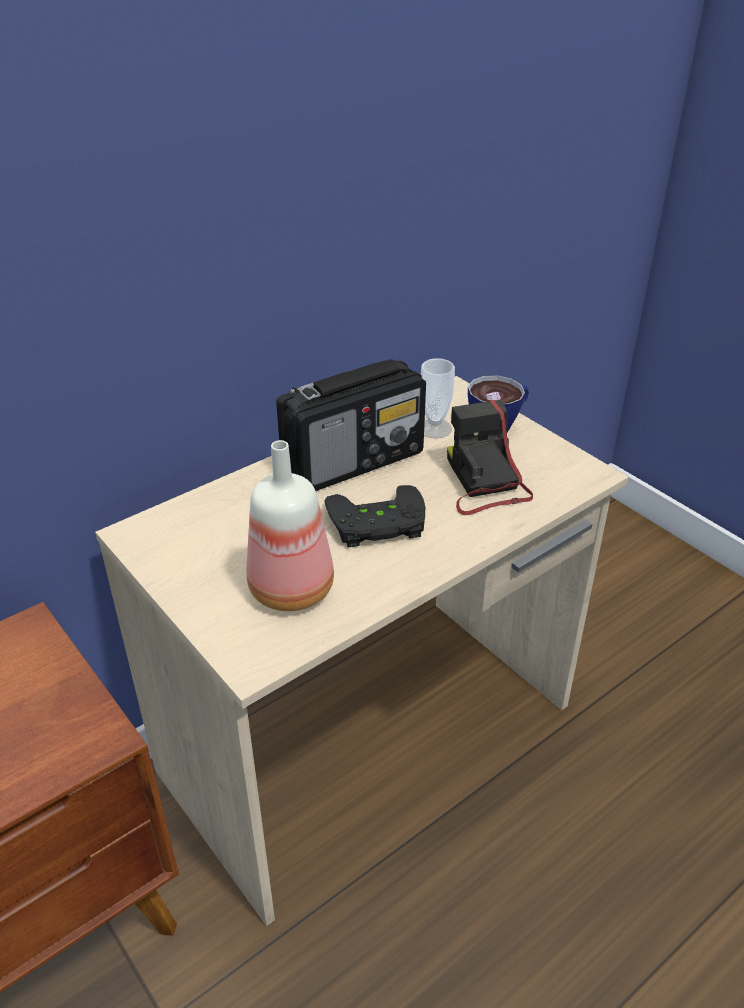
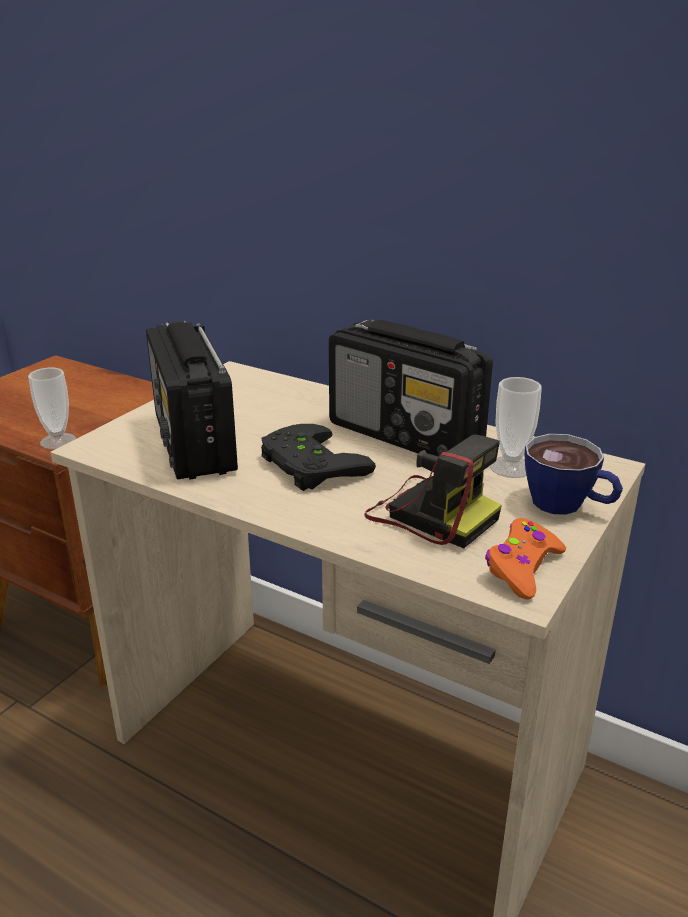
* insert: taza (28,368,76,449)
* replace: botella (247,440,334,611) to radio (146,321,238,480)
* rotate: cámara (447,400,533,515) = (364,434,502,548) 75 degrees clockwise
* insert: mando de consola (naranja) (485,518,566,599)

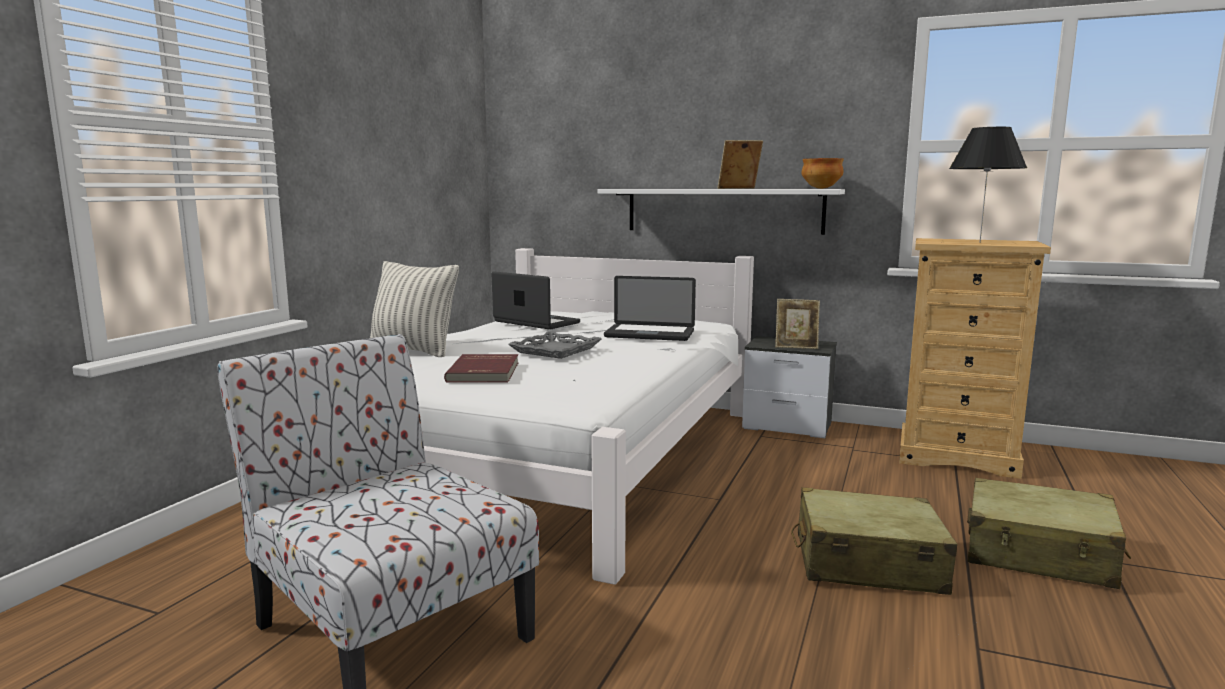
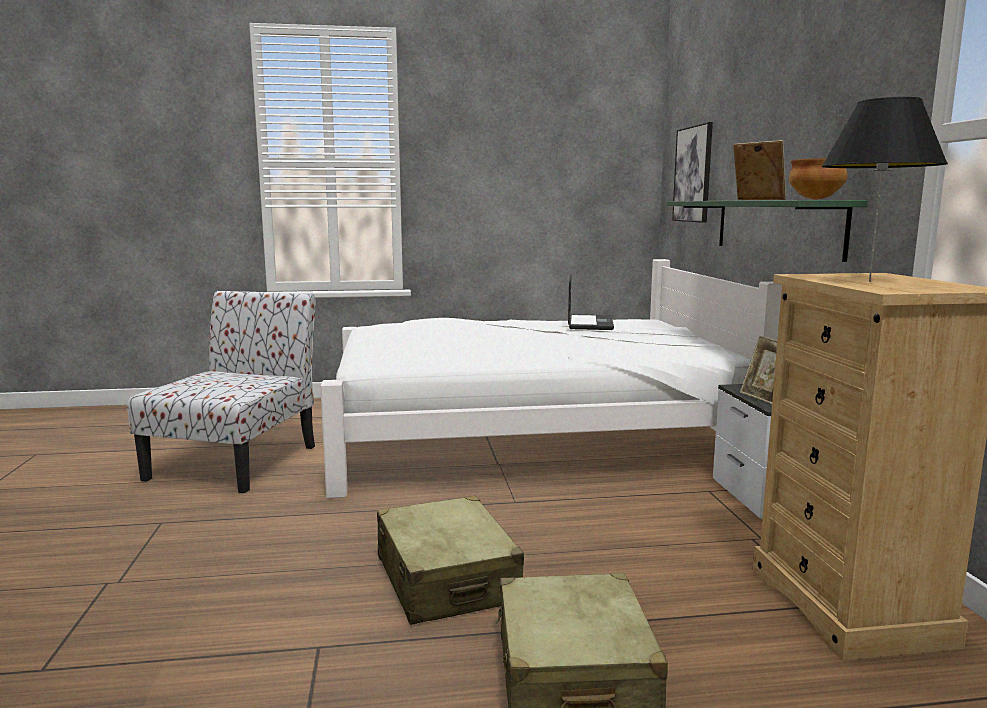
* recolor: estante (blanco) (597,189,845,235) to estante (verde) (667,200,868,262)
* insert: cuadro (672,122,713,223)
* delete: cojín (370,261,459,357)
* delete: libro (rojo) (444,354,518,383)
* delete: bandeja (gris) (508,331,602,359)
* delete: portátil (604,276,696,341)

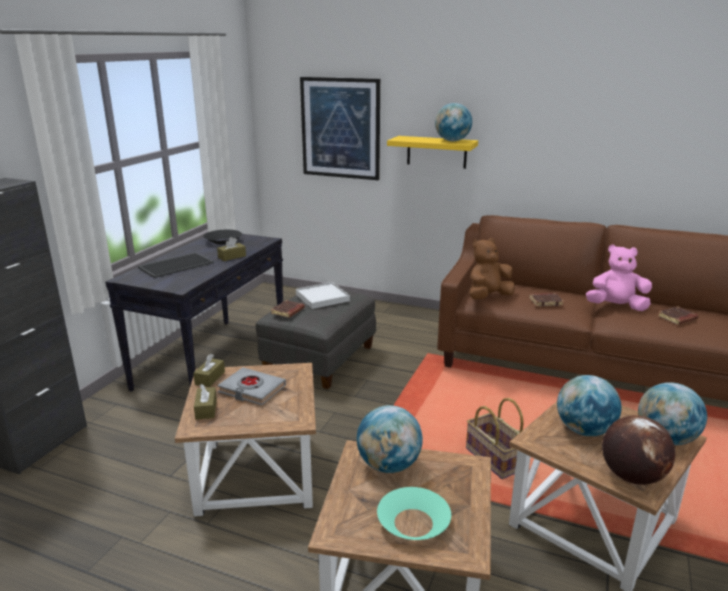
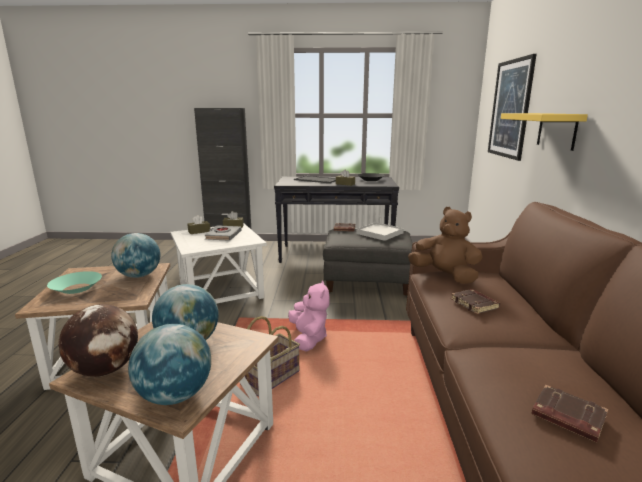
* recolor: mesa auxiliar (marrón) (175,363,316,517) to mesa auxiliar (blanco) (170,224,267,303)
* move: peluche (rosa) (586,245,652,311) to (288,280,329,352)
* delete: globo terráqueo (435,103,472,141)

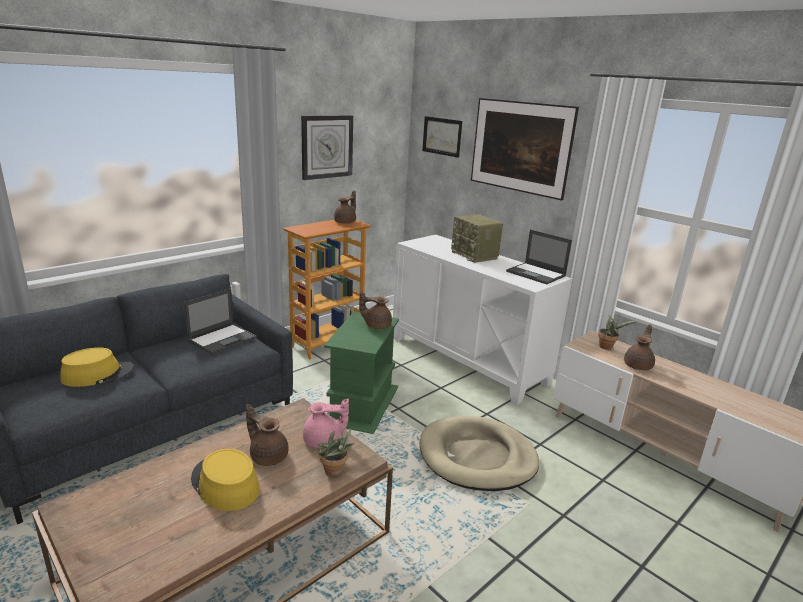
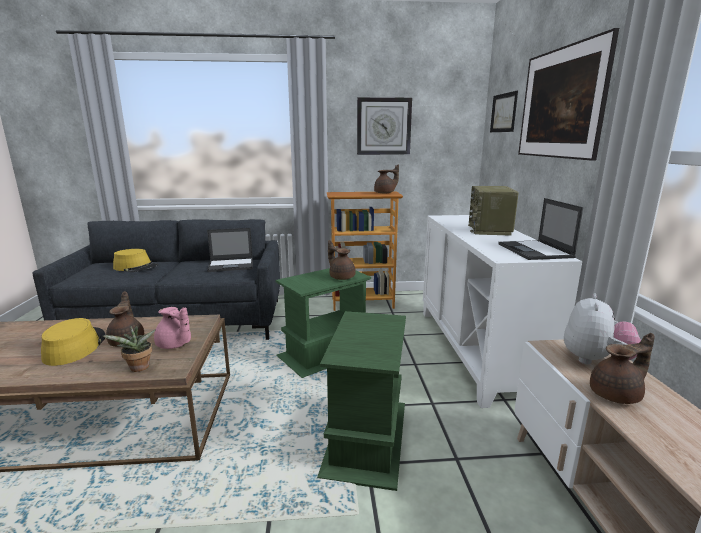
* replace: cama para perro (beis) (420,416,539,491) to mesa auxiliar (verde) (317,311,406,491)
* replace: planta en maceta (598,314,636,350) to peluche (564,294,641,364)

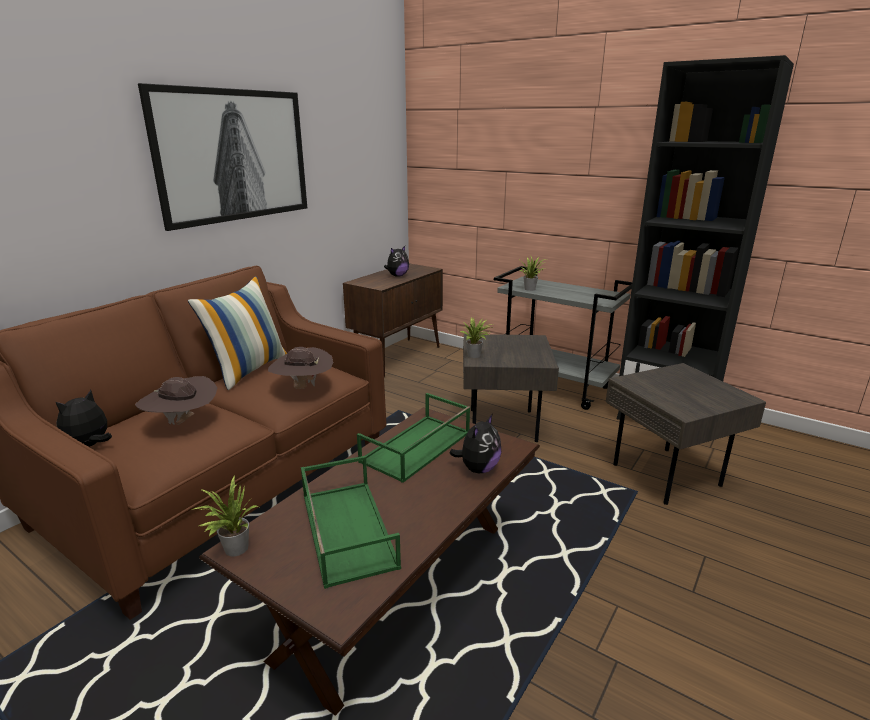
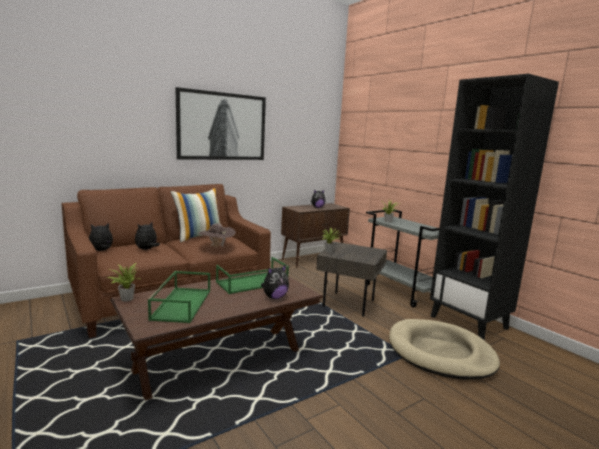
* replace: sombrero (marrón) (135,376,217,425) to peluche (135,222,160,250)
* replace: mesa auxiliar (gris) (606,363,766,505) to cama para perro (beis) (389,319,500,380)

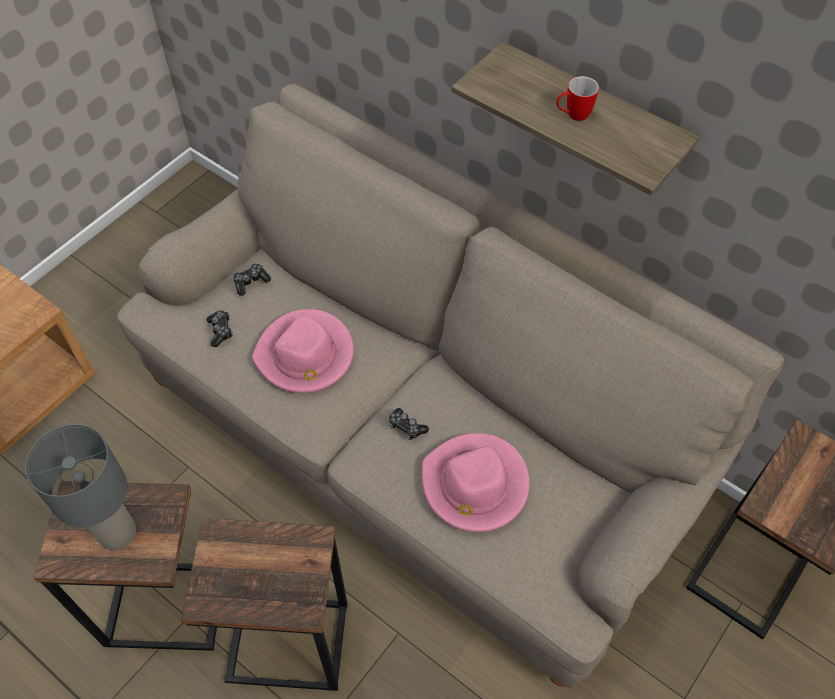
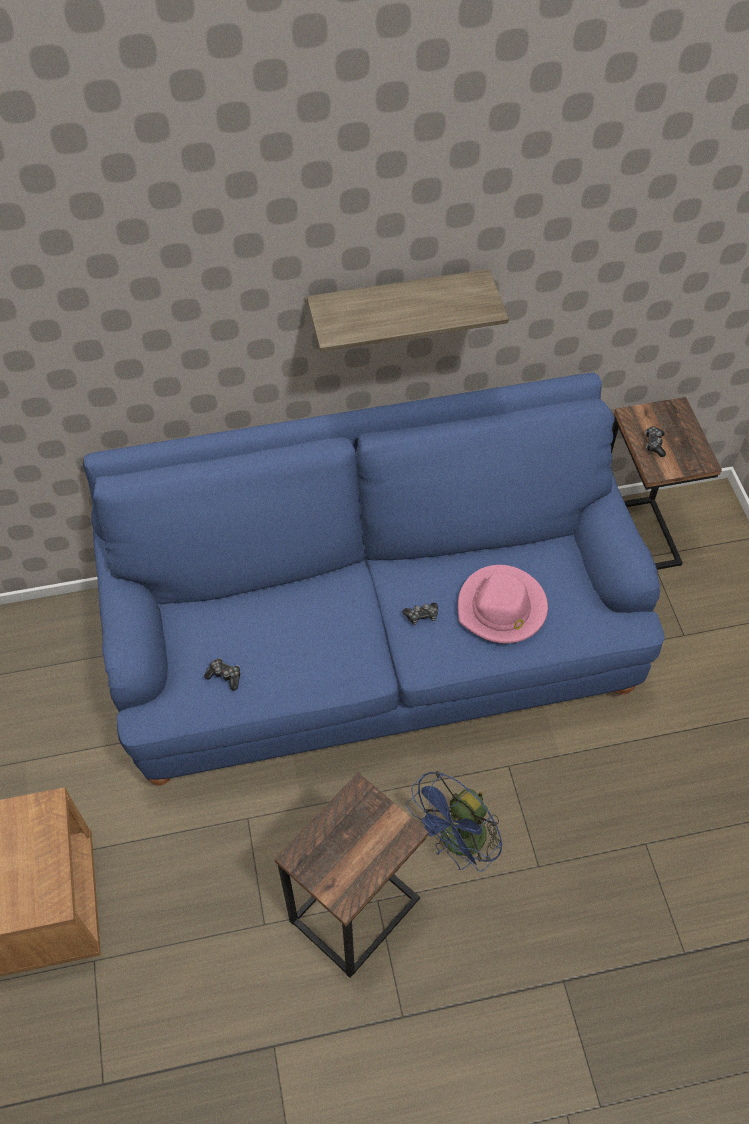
* recolor: sofá (beis) (117,83,784,689) to sofá (azul) (83,372,665,785)
* replace: mesa auxiliar (181,518,348,691) to ventilador (azul) (406,771,503,872)
* move: mando de consola (233,263,271,296) to (645,426,666,457)
* delete: lámpara de mesa (gris) (25,424,136,550)
* delete: sombrero (rosa) (252,309,354,393)
* delete: taza grande (556,76,599,121)

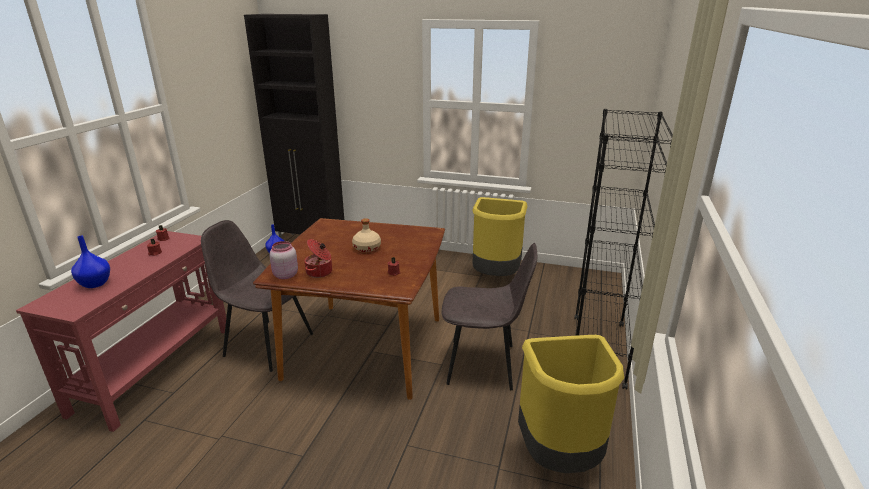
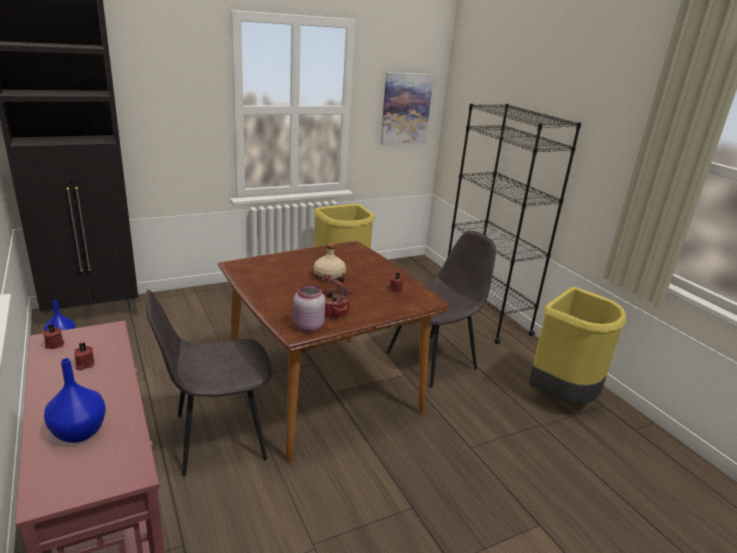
* insert: cuadro (380,73,434,145)

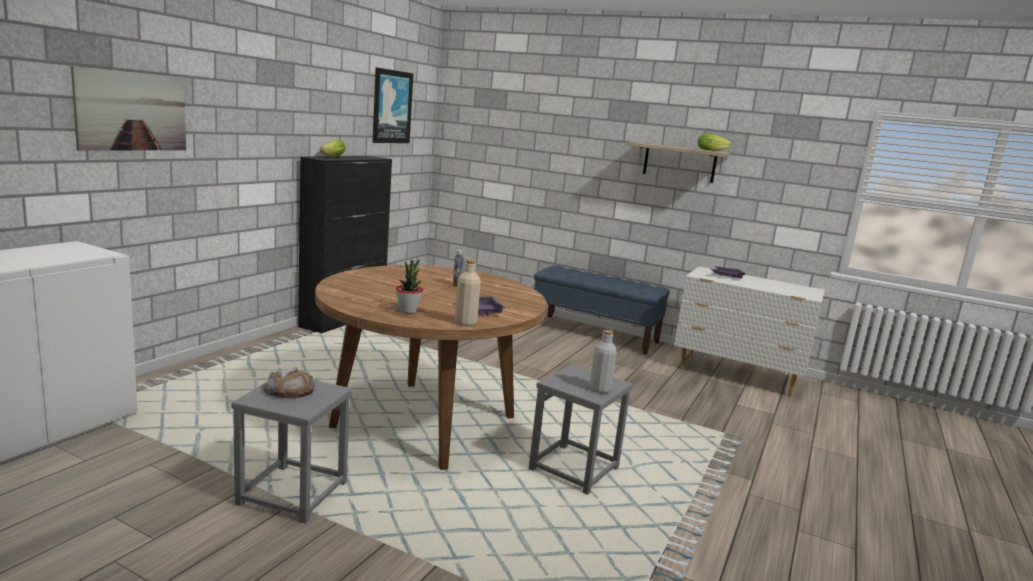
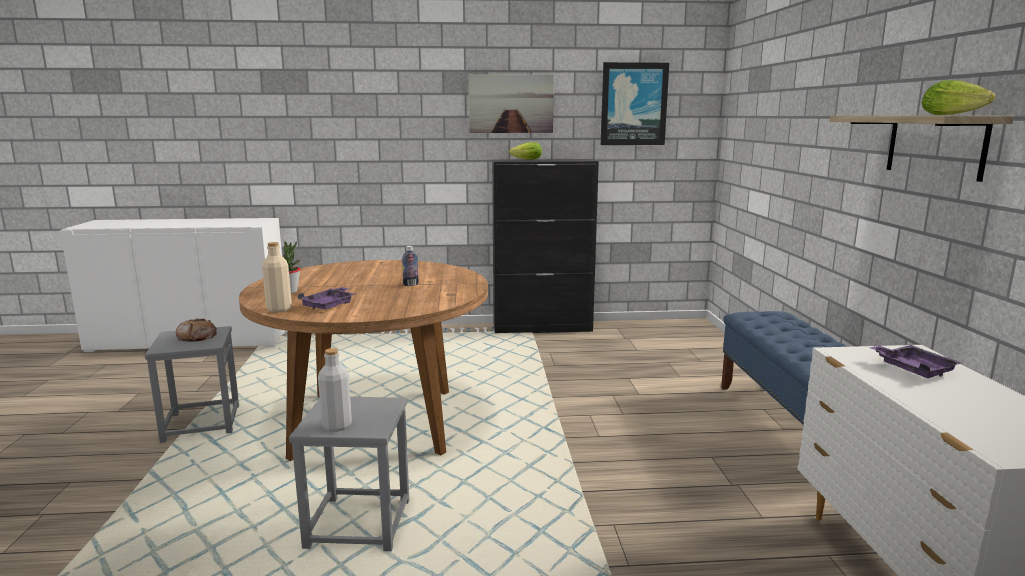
* move: cuadro (71,66,186,151) to (469,74,554,133)

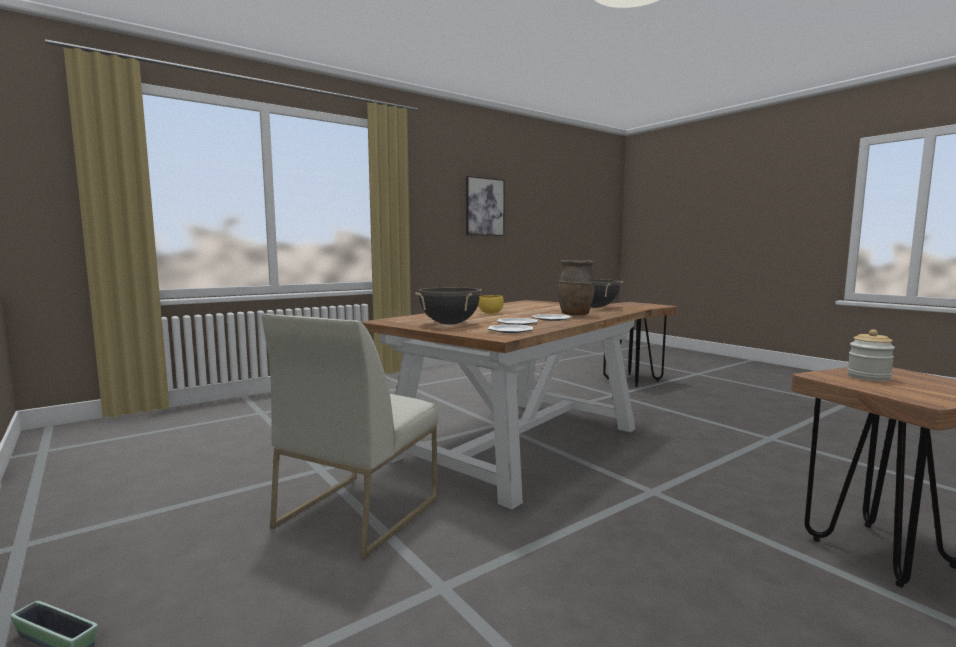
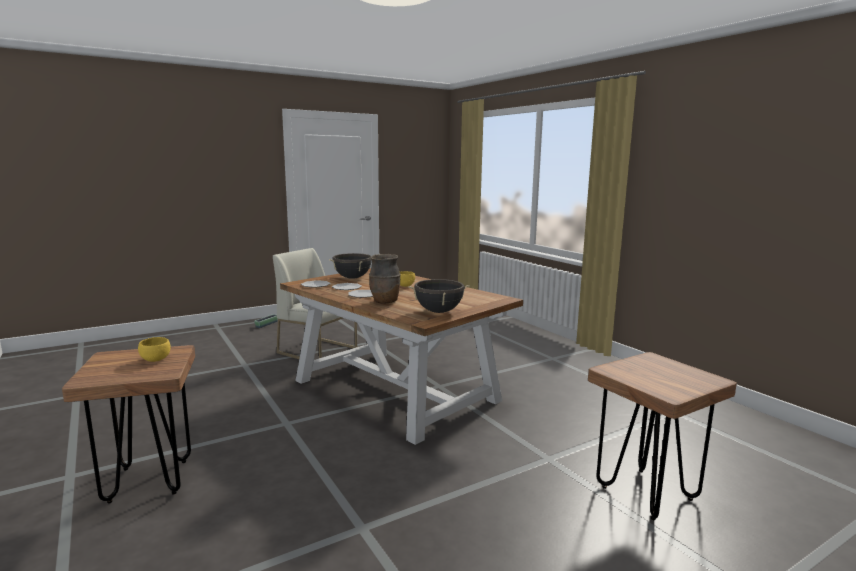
* replace: tarro (847,329,895,381) to cuenco (amarillo) (138,337,171,362)
* delete: cuadro (466,176,505,236)

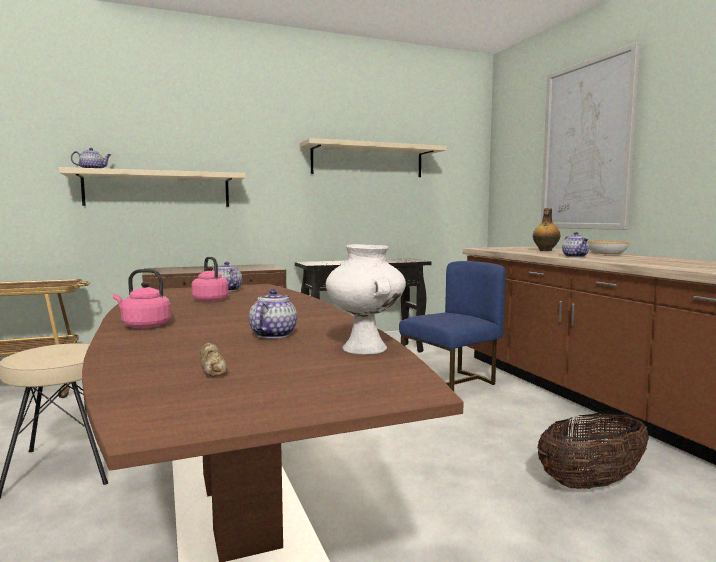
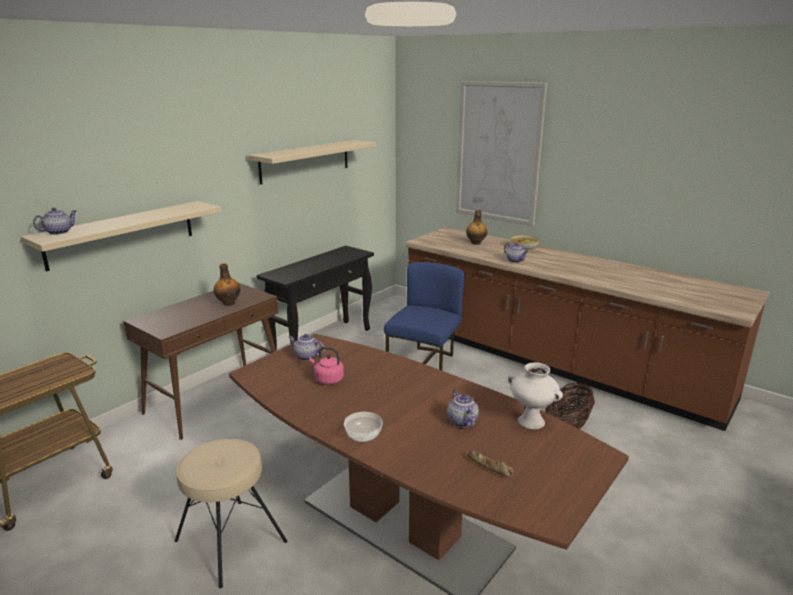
* insert: botella (213,263,240,306)
* replace: hervidor (rosa) (113,269,171,328) to cuenco (344,412,383,442)

